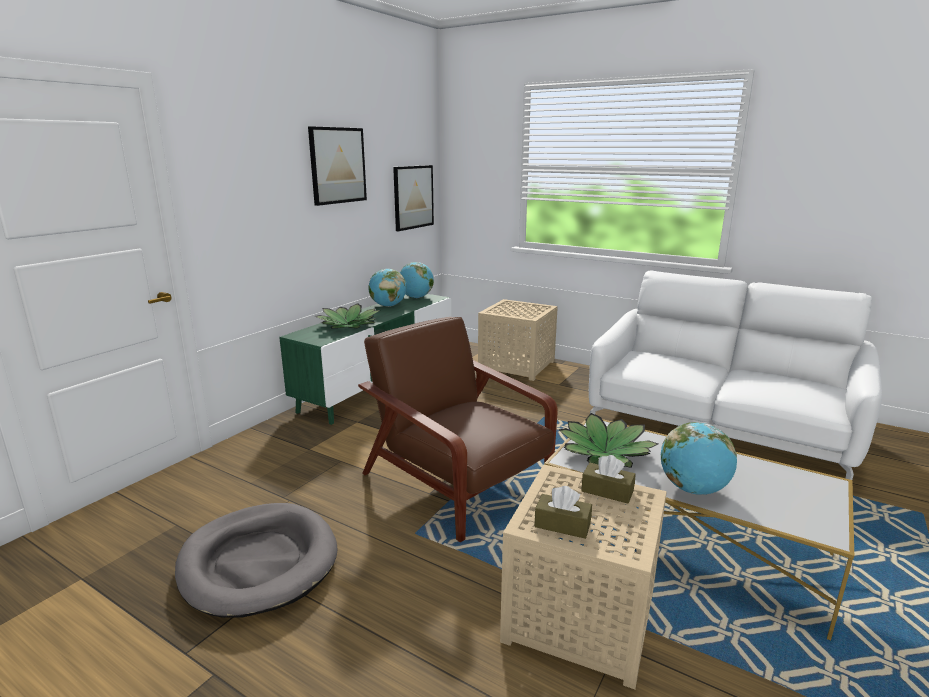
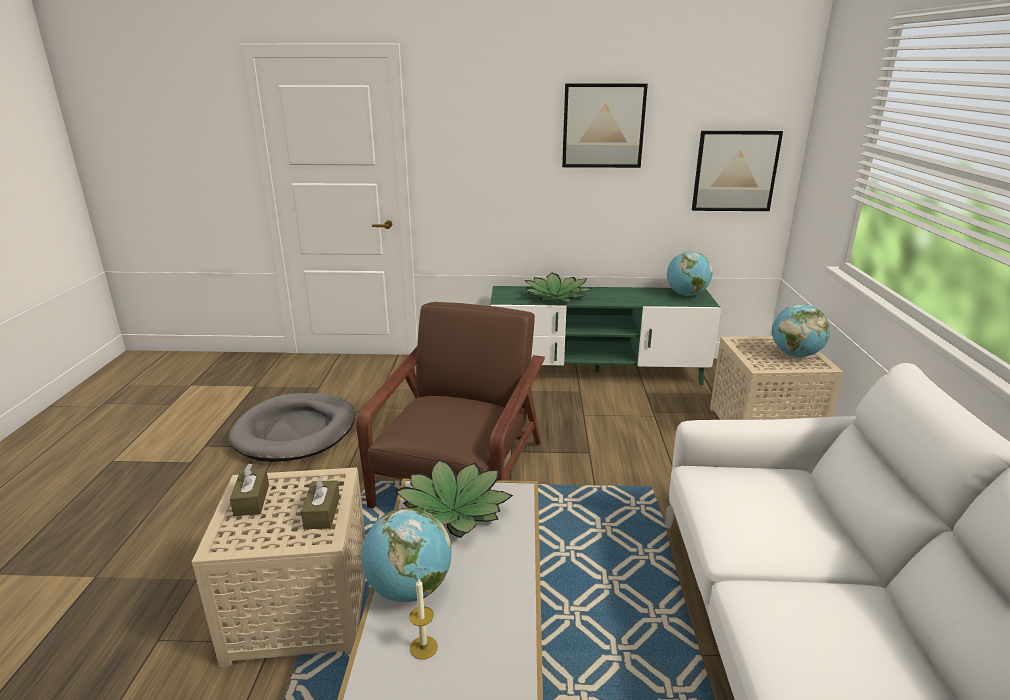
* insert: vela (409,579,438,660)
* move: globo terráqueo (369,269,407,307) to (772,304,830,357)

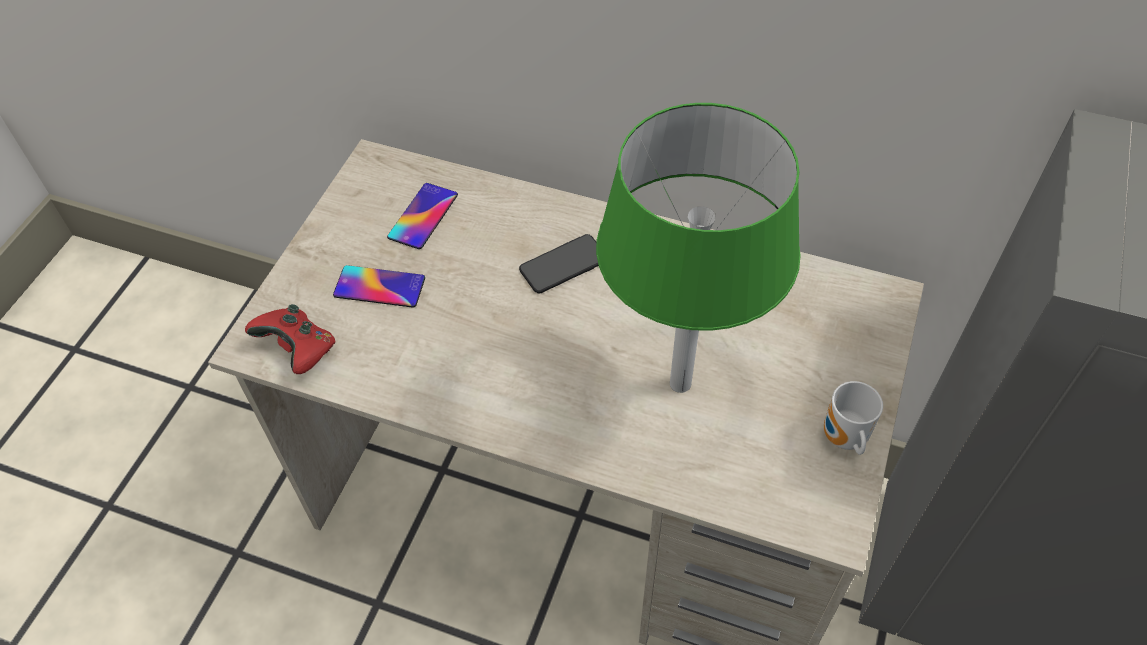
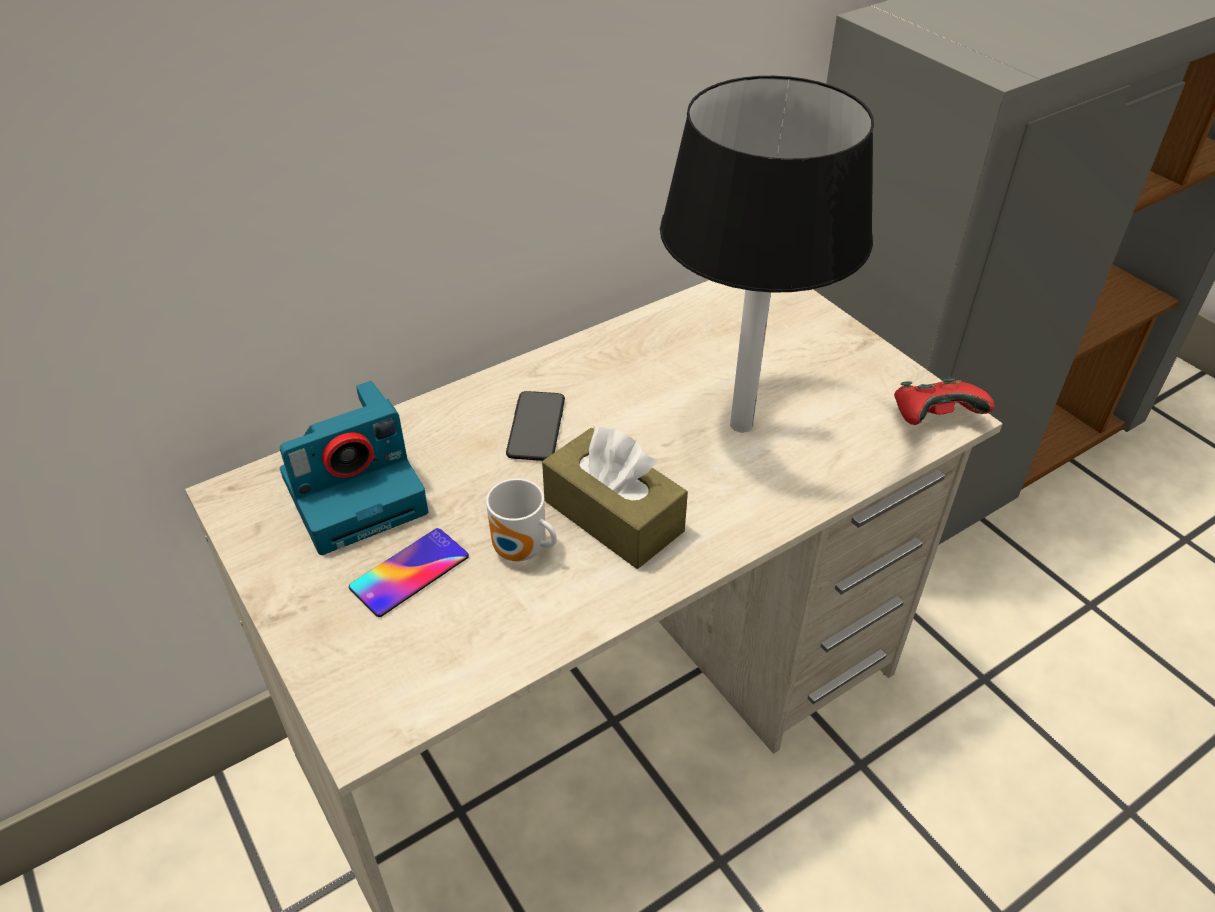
* replace: móvil (387,183,458,249) to cámara (280,381,428,555)
* move: taza grande (824,381,883,455) to (486,479,557,561)
* insert: caja de pañuelos (marrón) (542,427,688,569)
* recolor: lámpara de mesa (verde) (596,103,801,393) to lámpara de mesa (negro) (660,76,874,432)
* move: mando de consola (rojo) (245,304,336,374) to (894,378,995,425)

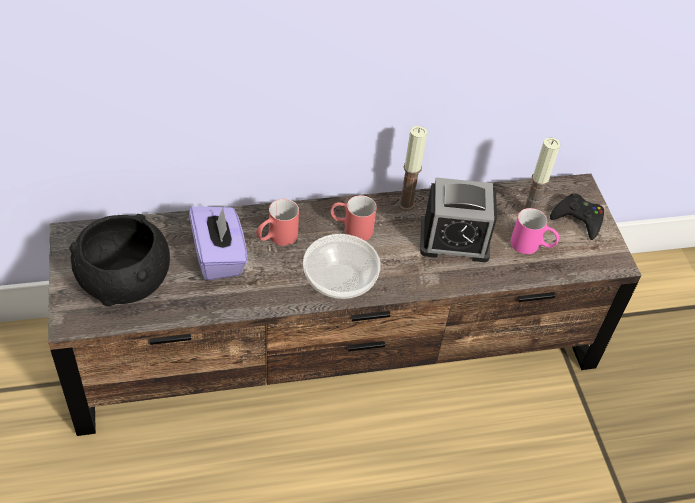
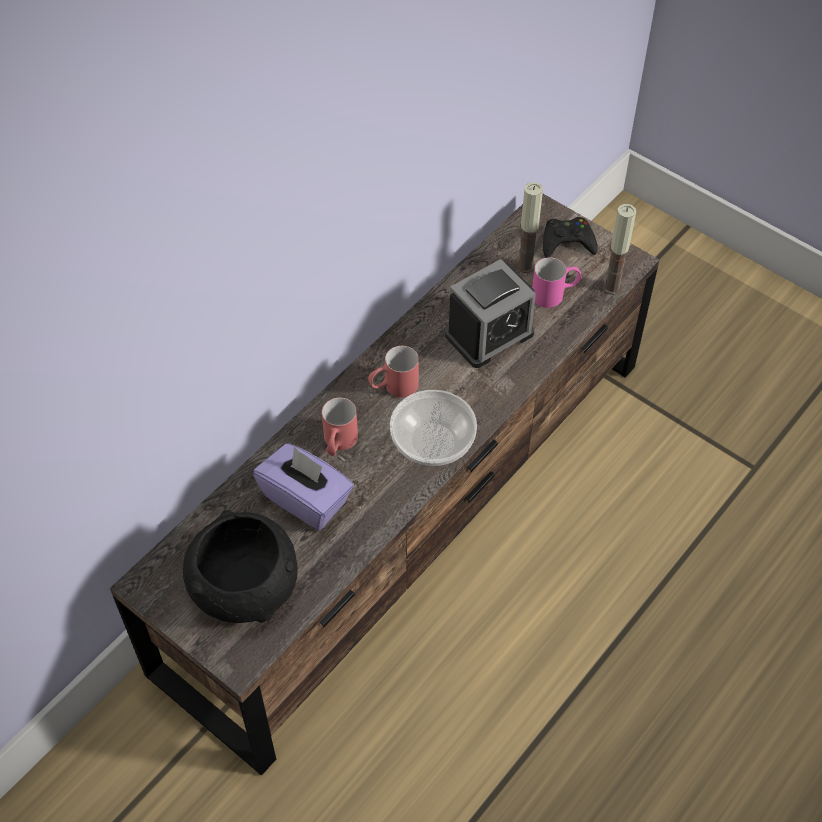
* move: vela (398,126,427,210) to (603,204,636,295)

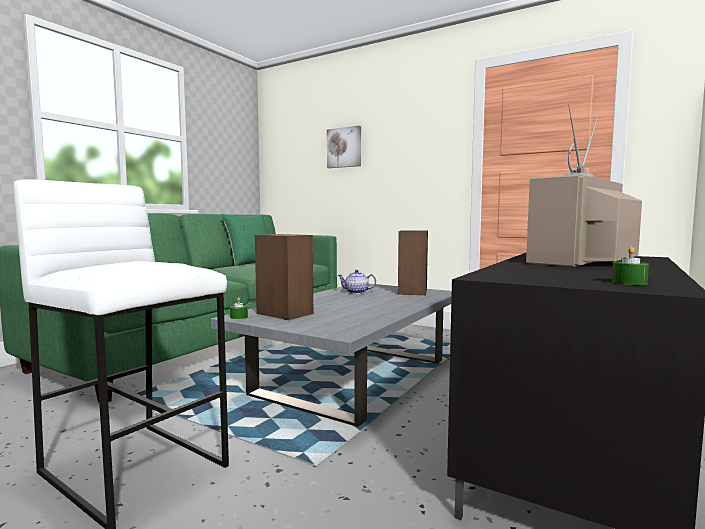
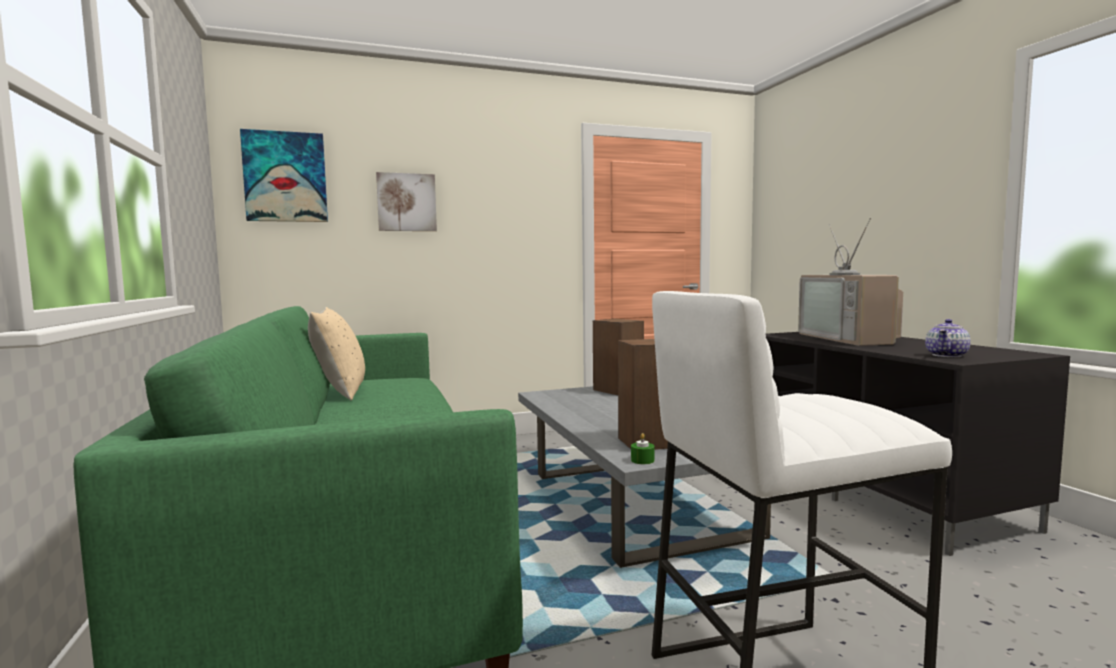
* insert: cuadro (240,129,328,222)
* recolor: cojín (verde) (221,214,268,266) to cojín (beis) (308,307,365,400)
* move: tetera (338,270,376,294) to (925,319,971,357)
* delete: vela (verde) (612,246,649,285)

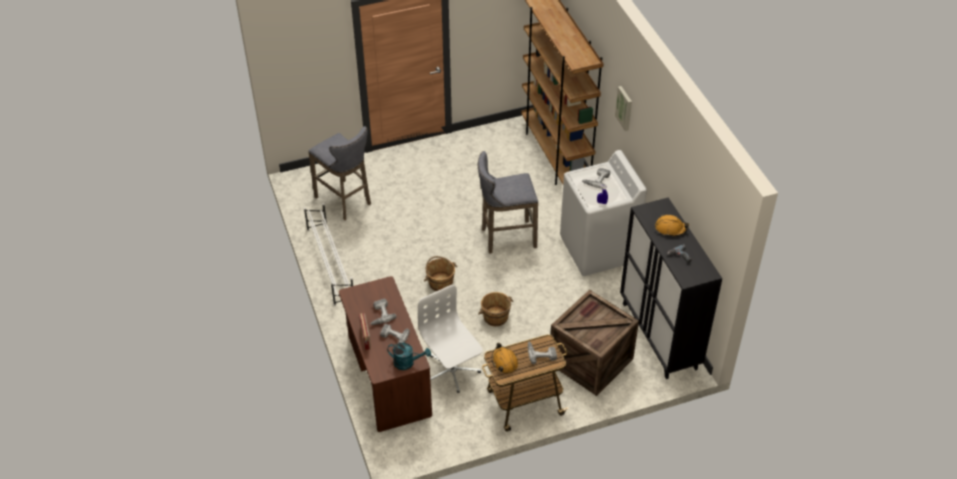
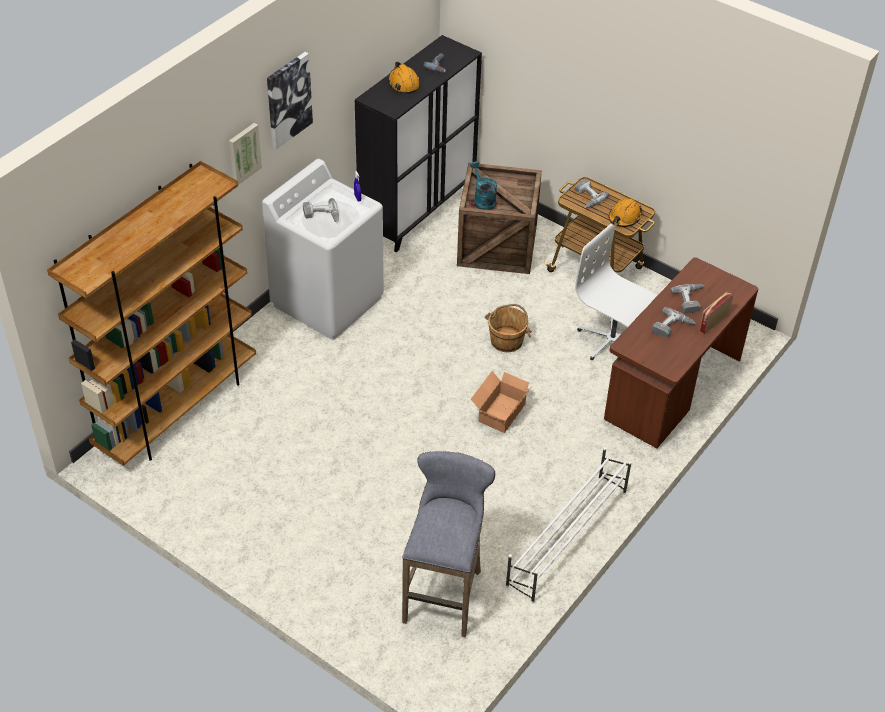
* insert: cuadro (267,52,313,150)
* move: regadera (turquesa) (387,343,431,370) to (470,161,497,210)
* replace: cubo (marrón) (424,256,457,291) to caja de cartón (471,371,531,433)
* rotate: silla de oficina (blanco) (418,284,483,393) = (575,224,658,360) 105 degrees clockwise
* delete: taburete (gris) (478,151,538,254)

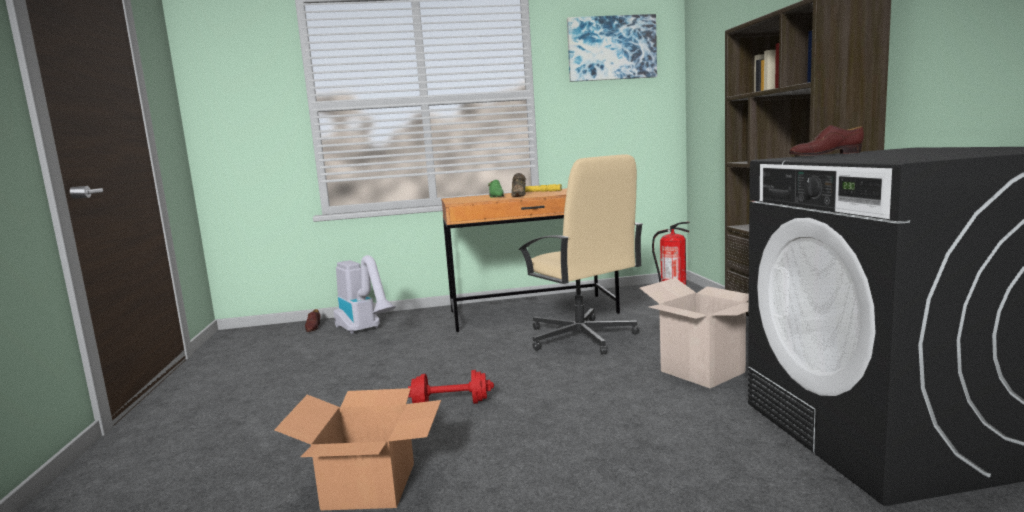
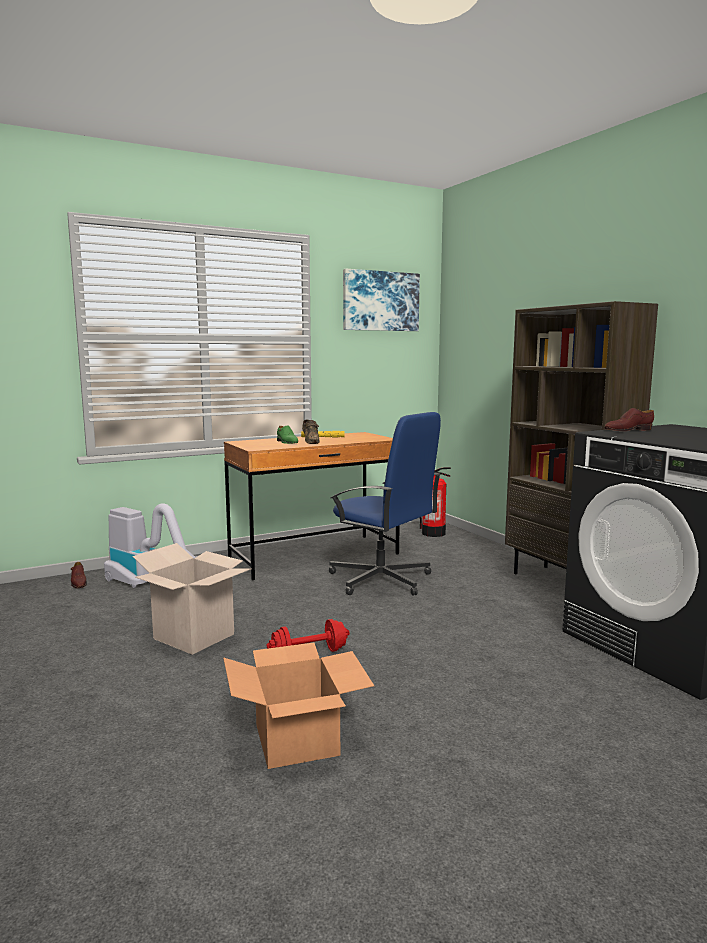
* move: caja de cartón (640,278,749,388) to (133,543,252,655)
* recolor: silla de oficina (beis) (518,154,643,355) to silla de oficina (azul) (329,412,441,596)

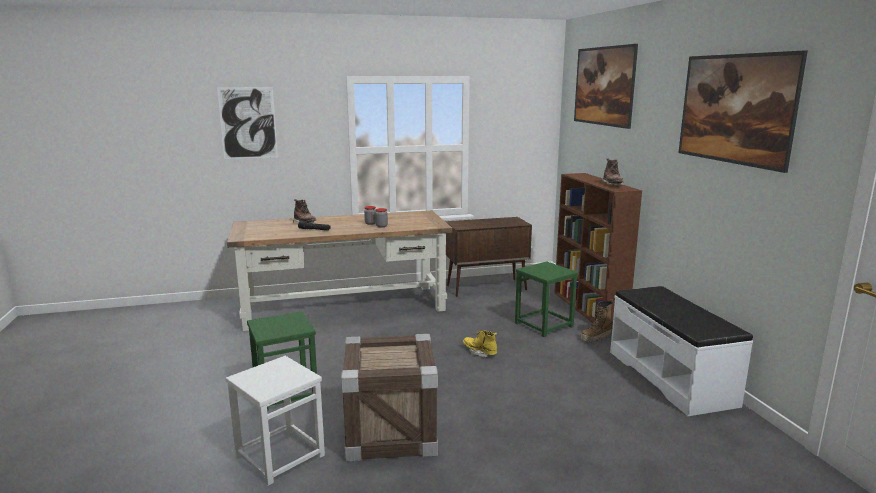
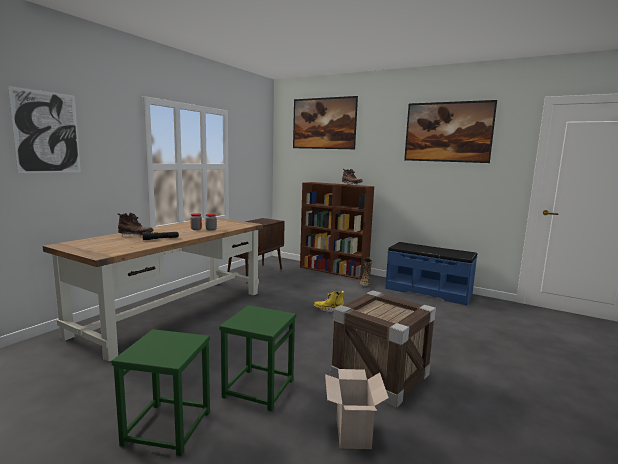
* move: taburete (verde) (515,261,578,337) to (111,329,210,456)
* replace: taburete (blanco) (225,356,325,486) to caja de cartón (325,369,389,449)
* recolor: banco (blanco) (610,286,753,416) to banco (azul) (385,242,477,306)

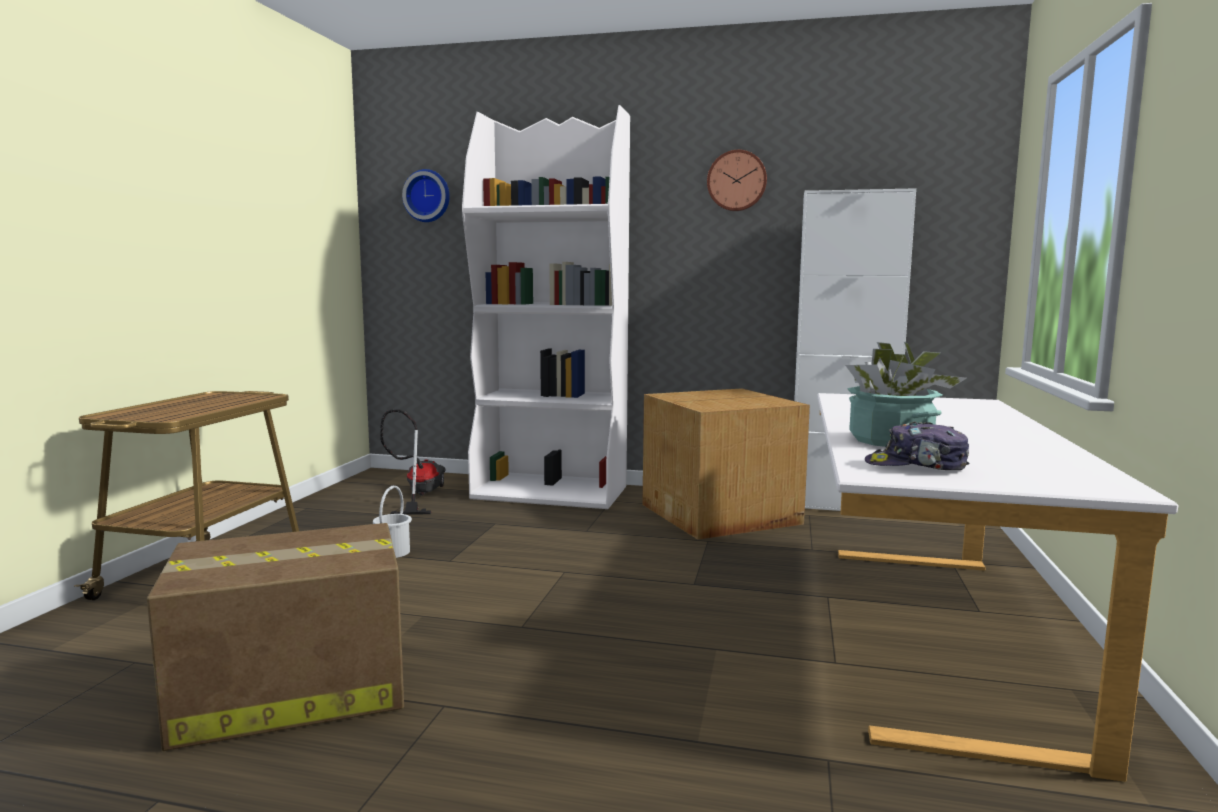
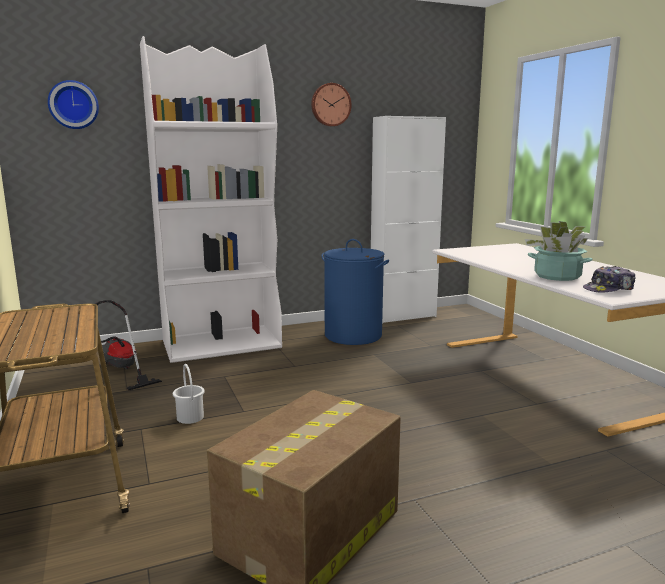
* replace: caja de cartón (643,388,810,540) to cesto de la ropa (azul) (321,239,389,345)

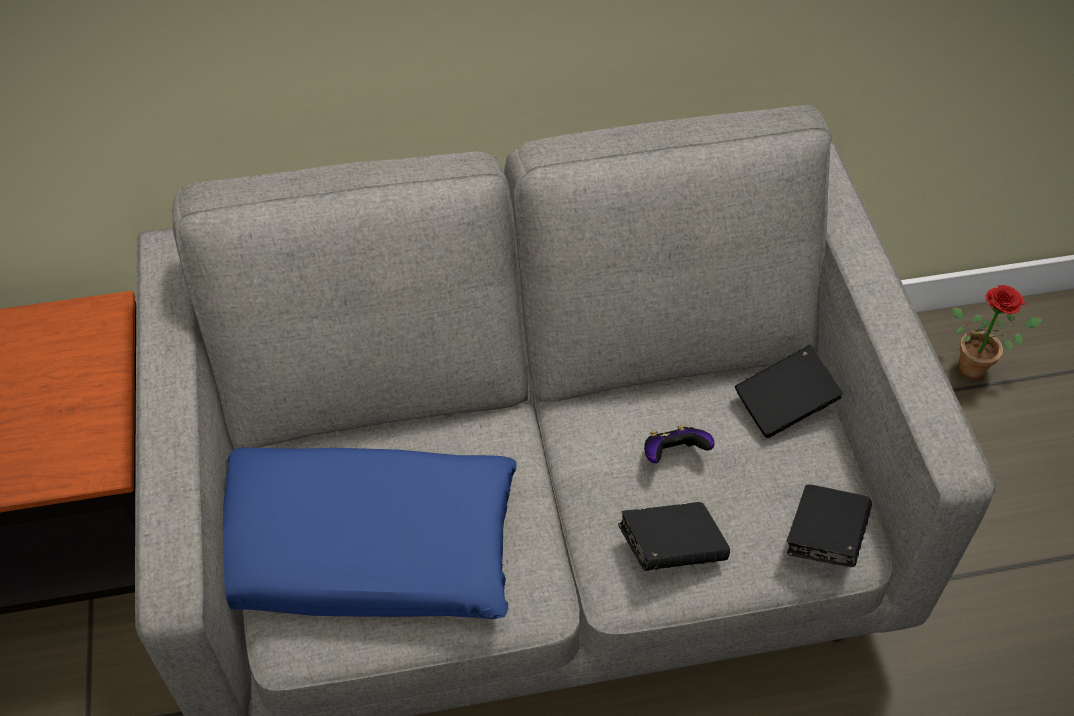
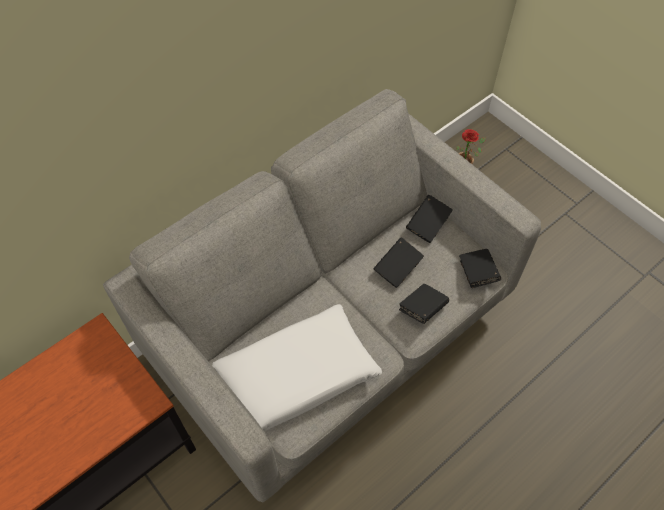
* recolor: cojín (azul) (223,447,517,619) to cojín (blanco) (212,304,382,432)
* replace: mando de consola (644,425,715,463) to libro (negro) (374,237,424,288)

